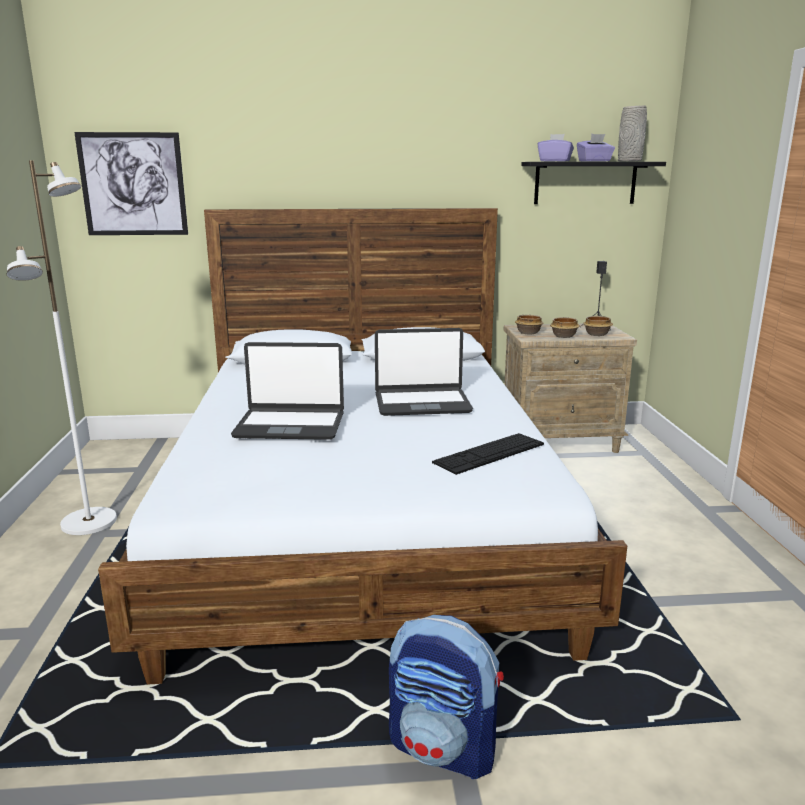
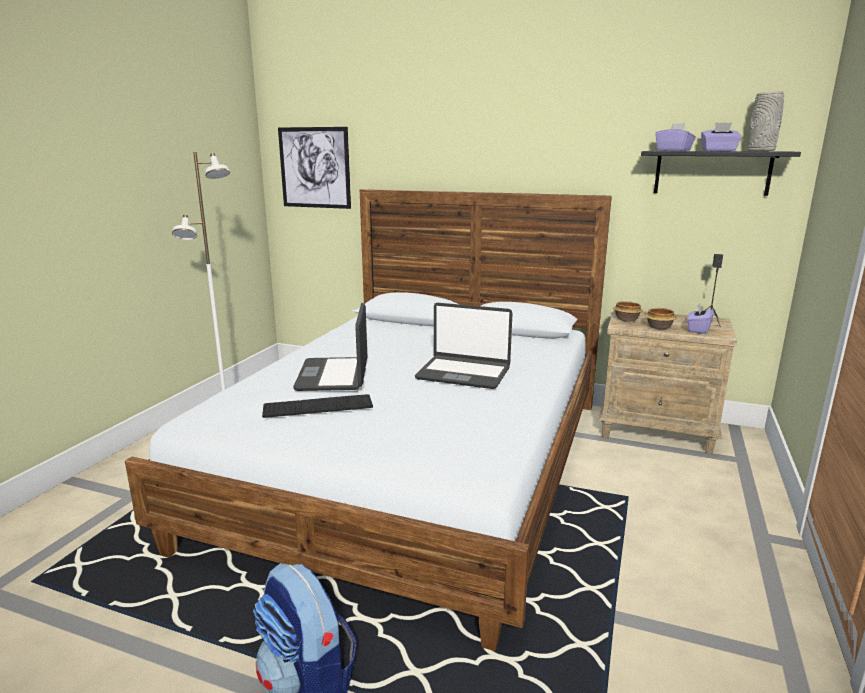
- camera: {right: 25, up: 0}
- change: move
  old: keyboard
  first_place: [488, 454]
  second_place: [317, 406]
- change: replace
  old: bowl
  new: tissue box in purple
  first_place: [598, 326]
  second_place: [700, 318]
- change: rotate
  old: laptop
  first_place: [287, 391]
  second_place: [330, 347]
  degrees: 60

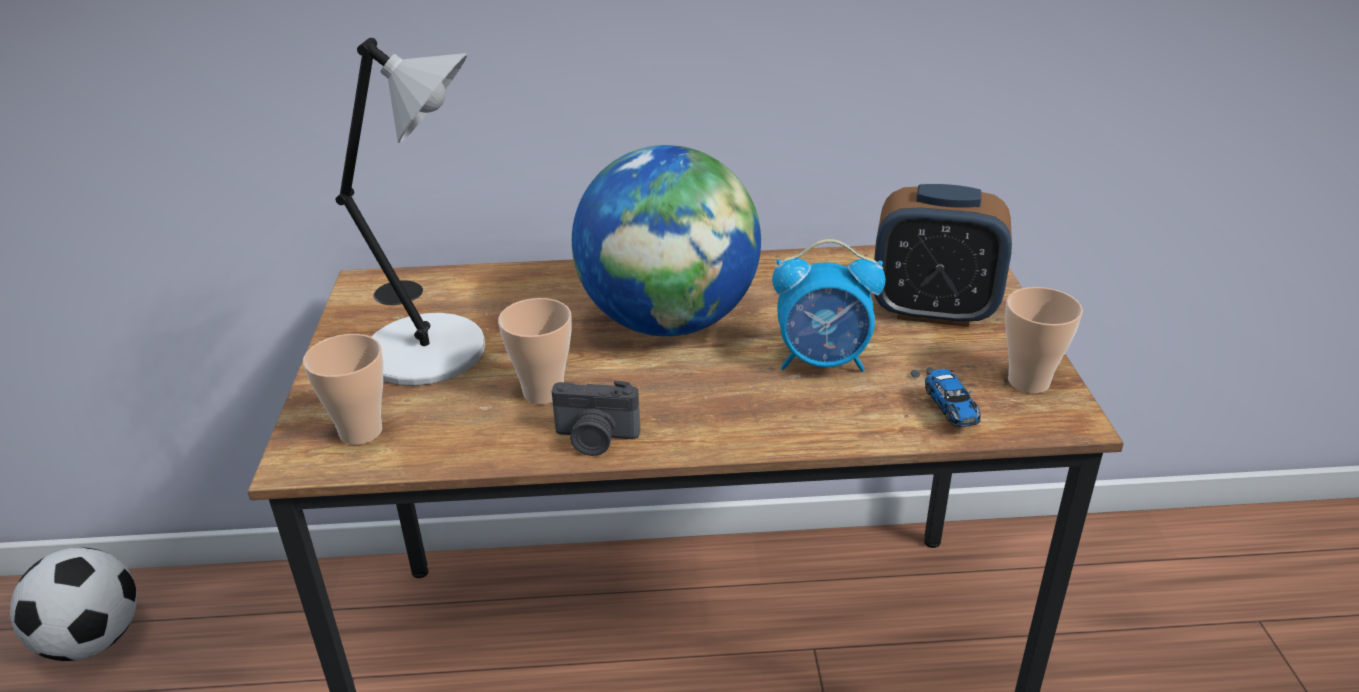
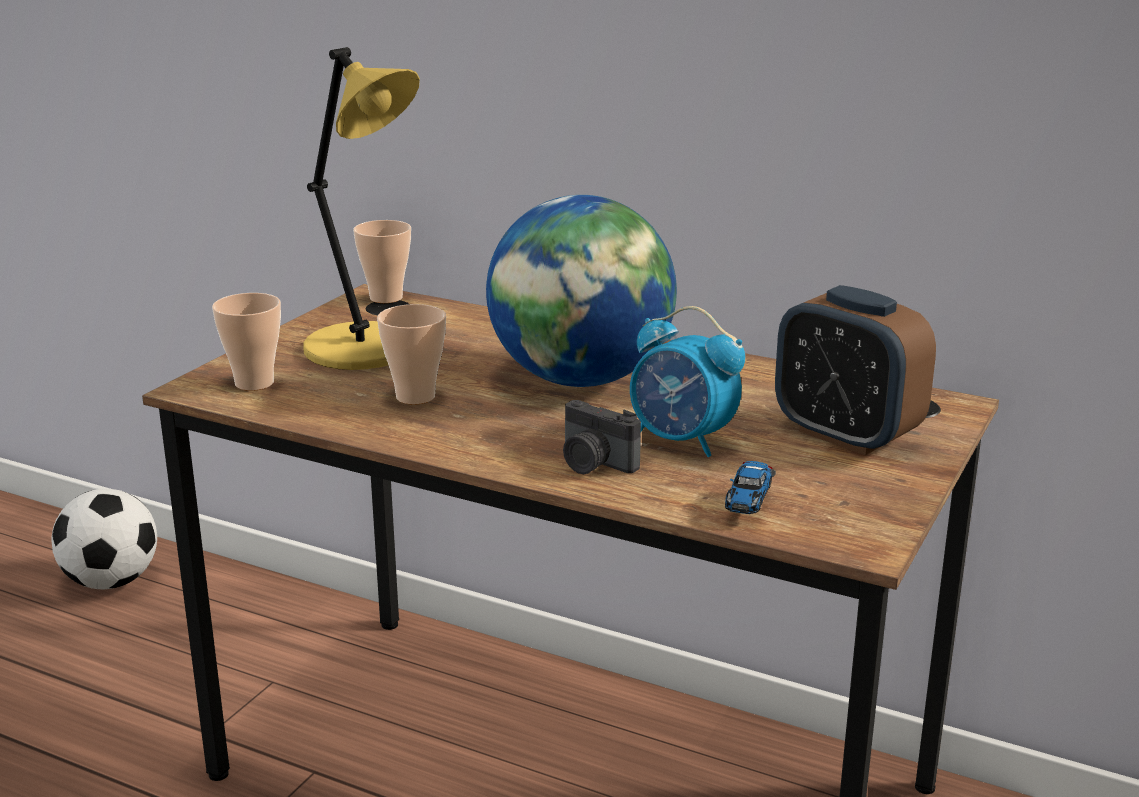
- camera: {right: 30, up: -10}
- change: move
  old: photo camera
  first_place: [596, 418]
  second_place: [602, 437]
- change: move
  old: cup
  first_place: [1044, 340]
  second_place: [382, 261]
- change: recolor
  old: table lamp in grey
  new: table lamp in yellow
  first_place: [410, 212]
  second_place: [361, 208]

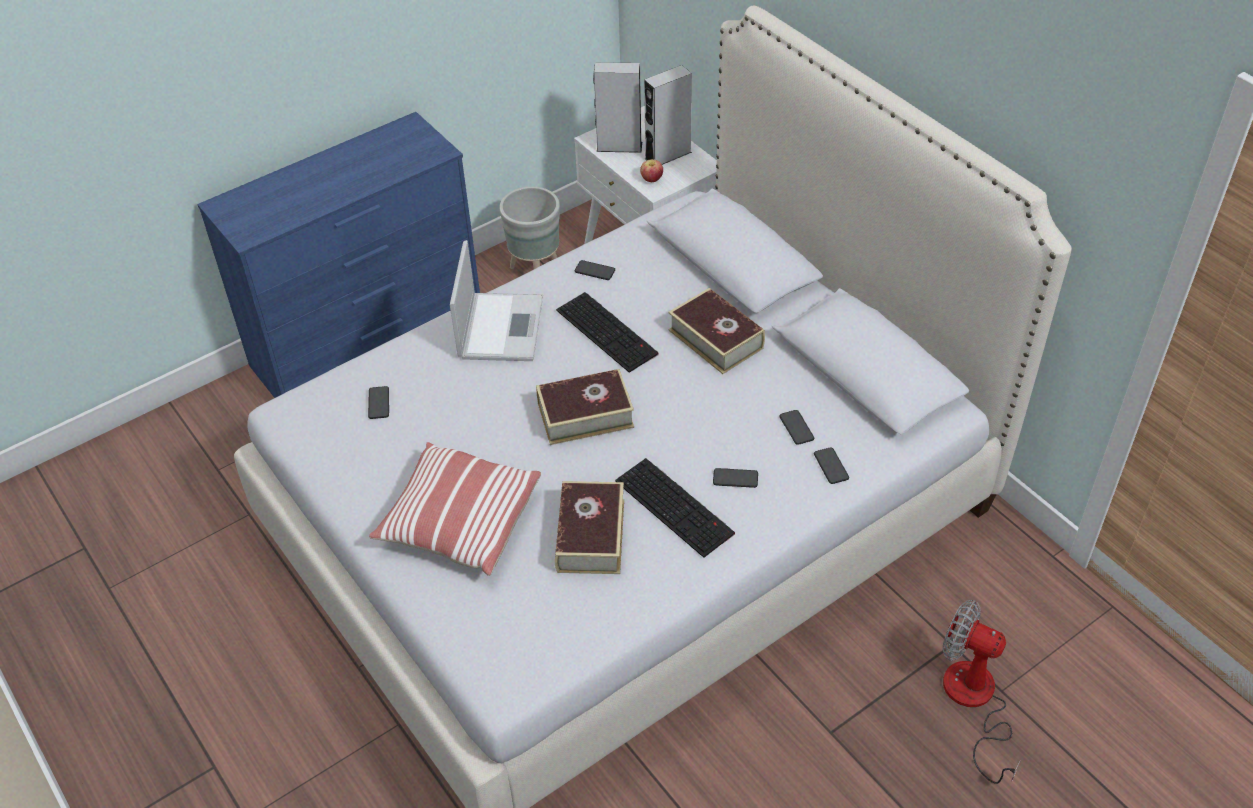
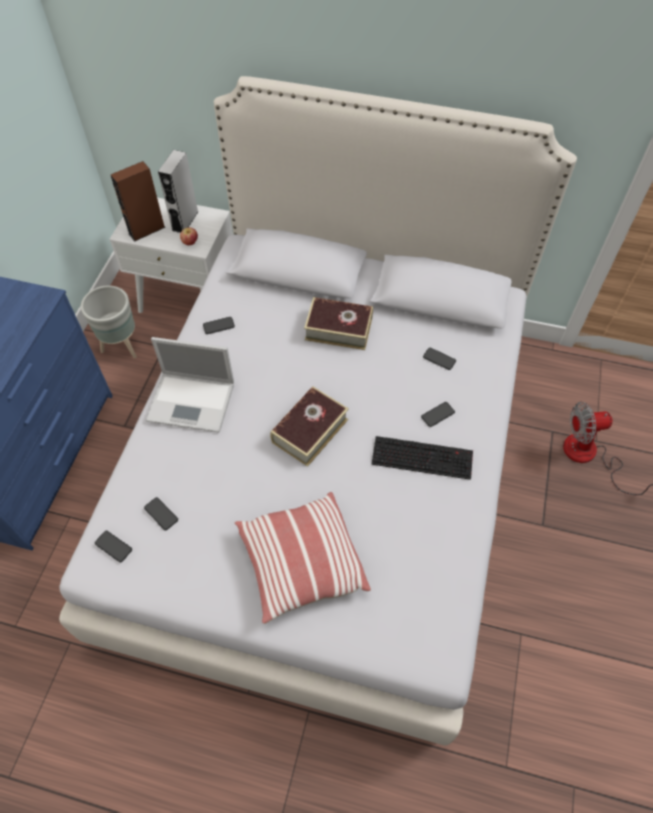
- camera: {right: -40, up: 10}
- change: delete
  old: book
  first_place: [589, 527]
- change: delete
  old: keyboard
  first_place: [607, 332]
- change: move
  old: phone
  first_place: [831, 466]
  second_place: [113, 546]
- change: recolor
  old: speaker in grey
  new: speaker in brown
  first_place: [617, 107]
  second_place: [138, 201]
- change: rotate
  old: laptop
  first_place: [496, 300]
  second_place: [190, 385]
  degrees: 135

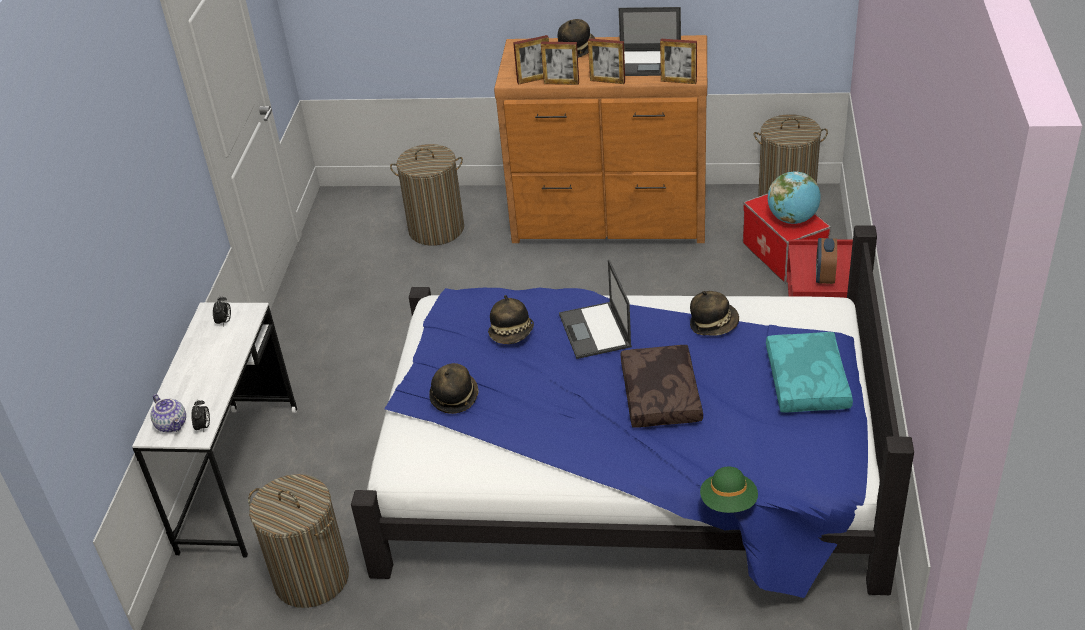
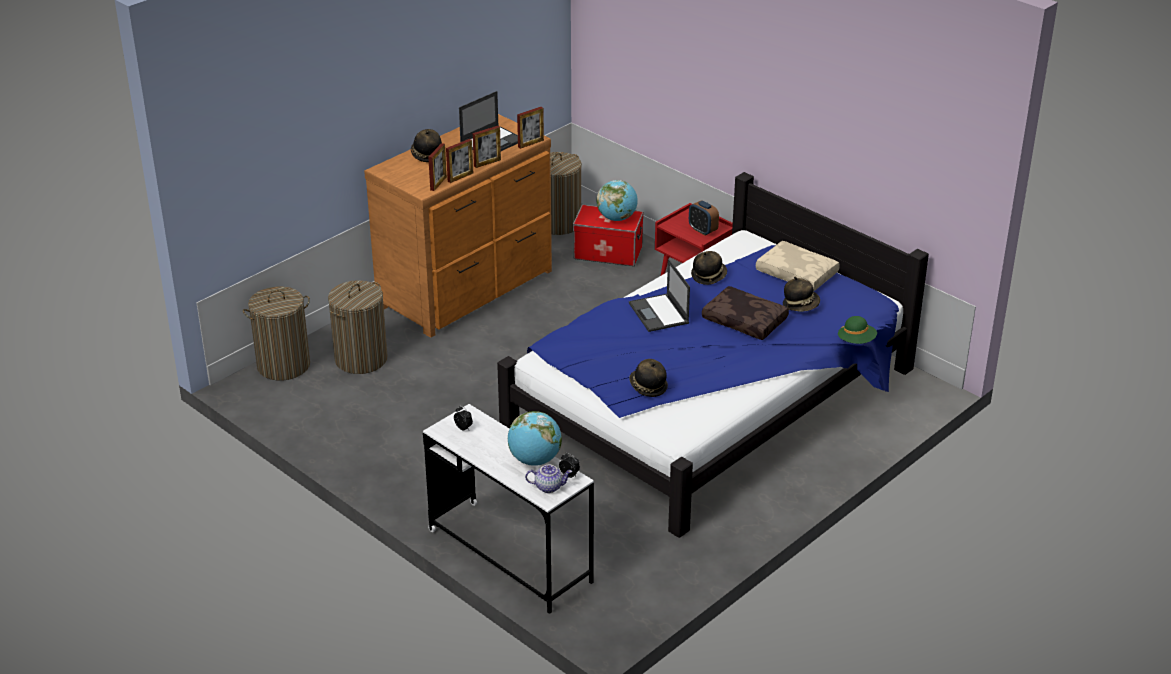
- camera: {right: -55, up: -5}
- change: insert
  new: globe
  second_place: [535, 438]
- change: move
  old: laundry basket
  first_place: [298, 541]
  second_place: [276, 333]
- change: move
  old: hat
  first_place: [511, 319]
  second_place: [801, 294]
- change: recolor
  old: pillow in turquoise
  new: pillow in beige
  first_place: [809, 372]
  second_place: [798, 266]
- change: rotate
  old: laptop
  first_place: [595, 309]
  second_place: [659, 295]
  degrees: 45

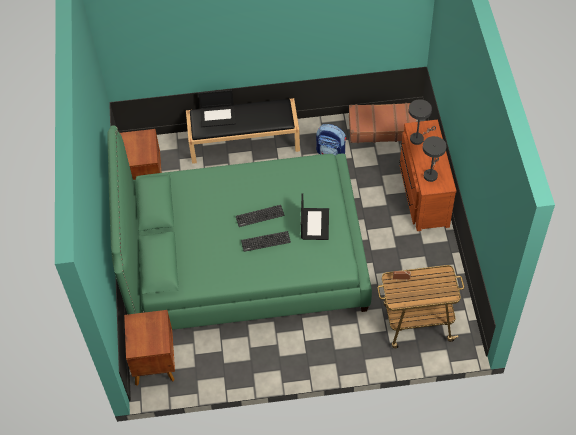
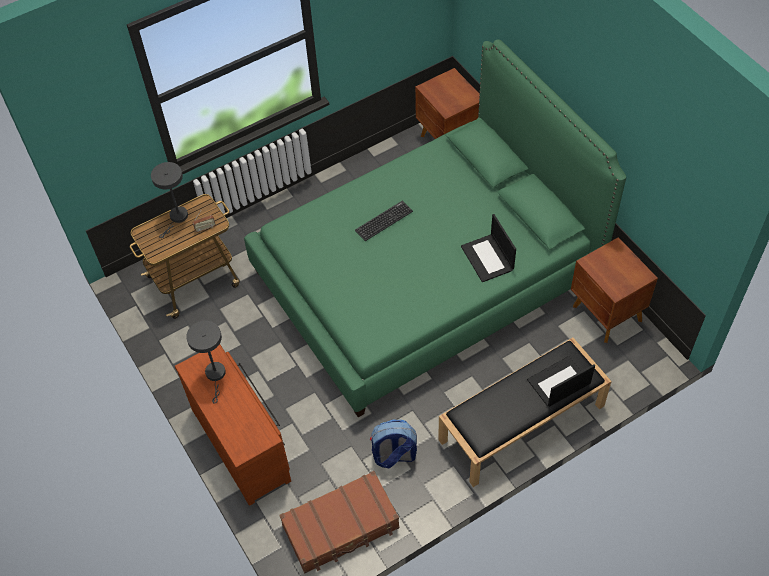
- camera: {right: 155, up: 0}
- change: delete
  old: keyboard
  first_place: [260, 216]
- change: move
  old: laptop
  first_place: [315, 216]
  second_place: [488, 248]
- change: move
  old: table lamp in grey
  first_place: [422, 122]
  second_place: [169, 200]

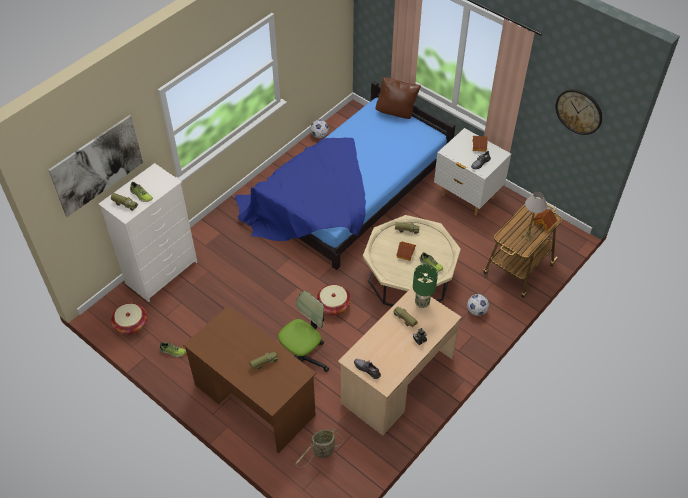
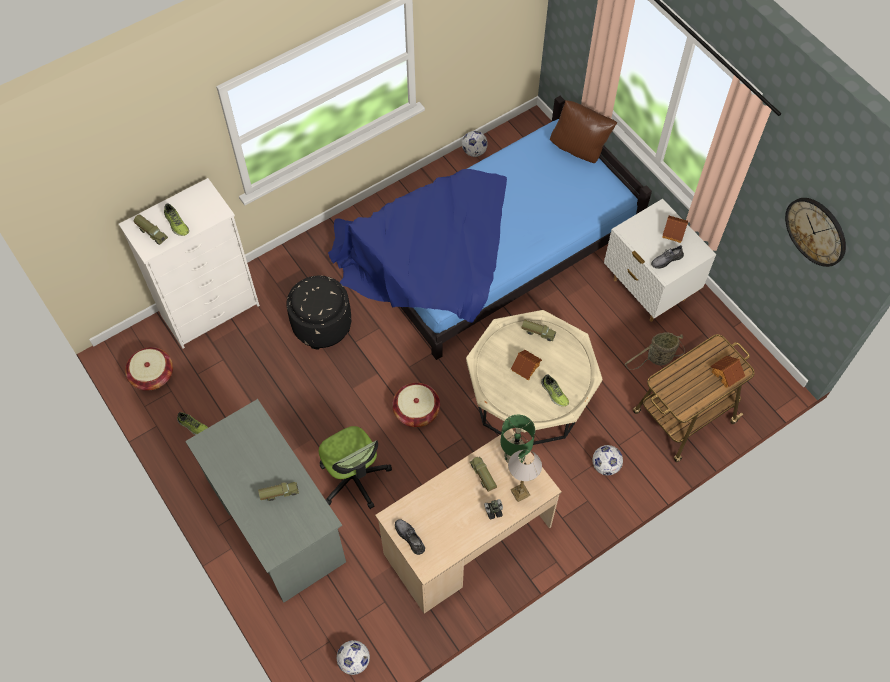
- camera: {right: 15, up: 10}
- change: delete
  old: picture
  first_place: [96, 166]
- change: insert
  new: ottoman in black
  second_place: [318, 312]
- change: insert
  new: football
  second_place: [353, 657]
- change: move
  old: basket
  first_place: [319, 448]
  second_place: [655, 351]
- change: move
  old: table lamp
  first_place: [534, 217]
  second_place: [525, 476]
- change: recolor
  old: desk in brown
  new: desk in grey
  first_place: [249, 379]
  second_place: [265, 501]
- change: rotate
  old: office chair
  first_place: [303, 331]
  second_place: [355, 467]
  degrees: 90

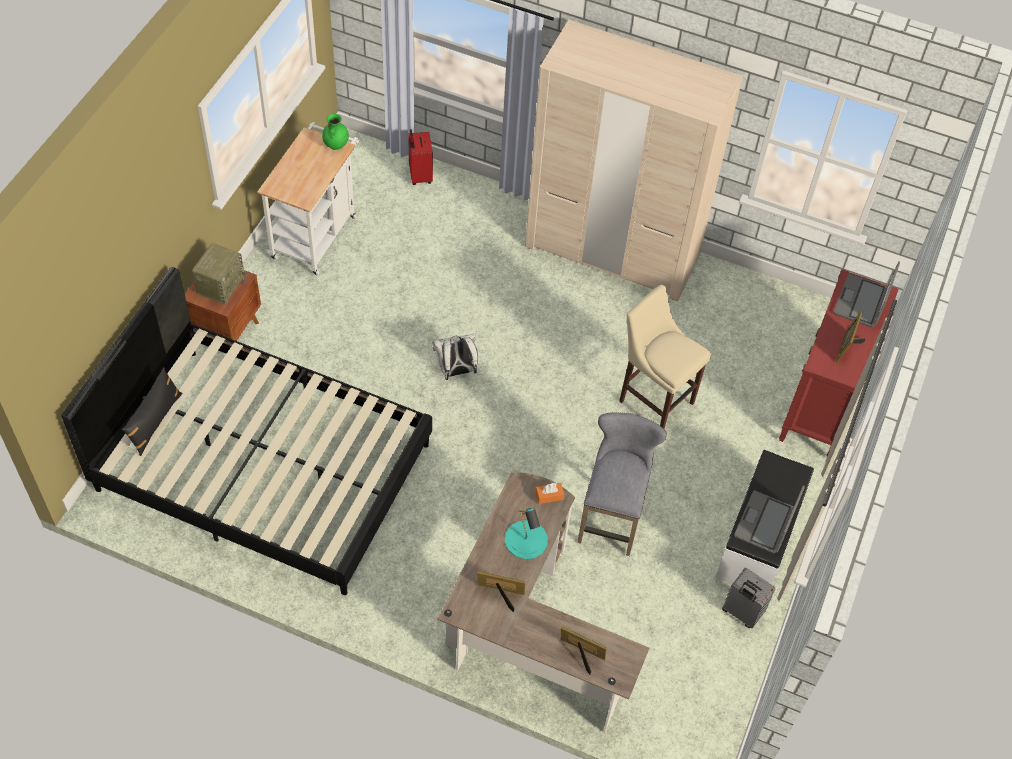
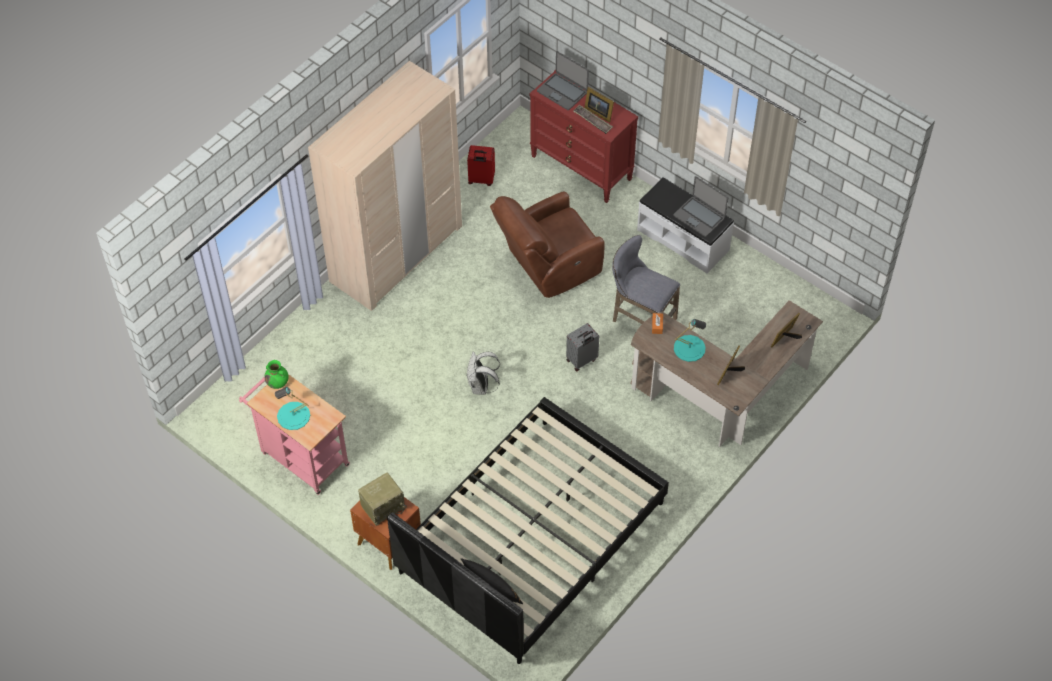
- camera: {right: -70, up: 0}
- change: insert
  new: table lamp in turquoise
  second_place: [292, 408]
- change: insert
  new: tray
  second_place: [593, 119]
- change: move
  old: suitcase in red
  first_place: [420, 157]
  second_place: [481, 165]
- change: move
  old: suitcase in grey
  first_place: [749, 598]
  second_place: [582, 347]
- change: replace
  old: stool in beige
  new: armchair in brown
  first_place: [665, 357]
  second_place: [547, 245]
- change: recolor
  old: cart in white
  new: cart in pink
  first_place: [308, 199]
  second_place: [294, 434]
- change: rotate
  old: radio
  first_place: [219, 274]
  second_place: [382, 499]
  degrees: 105

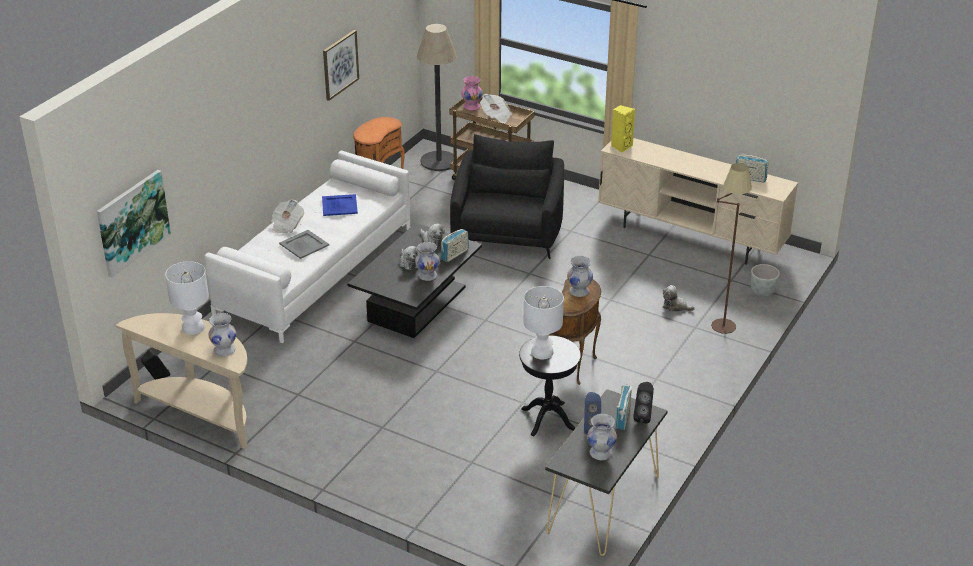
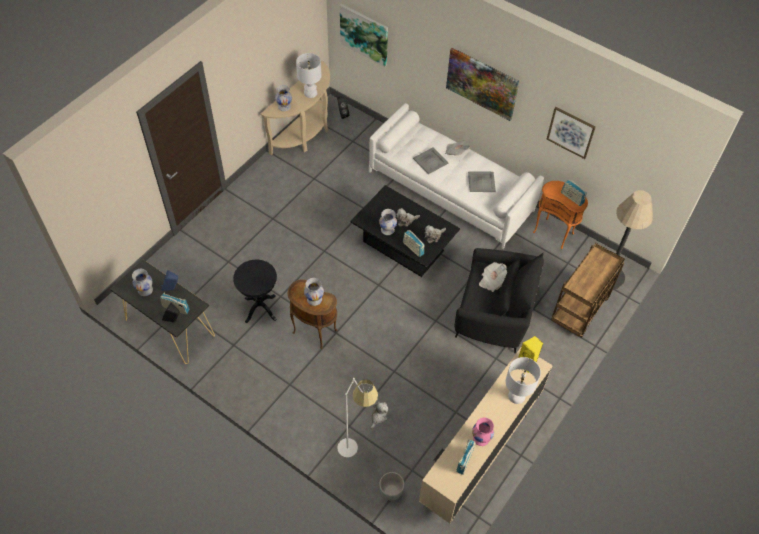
- camera: {right: 95, up: 20}
- change: insert
  new: picture
  second_place: [482, 84]
- change: insert
  new: radio
  second_place: [574, 193]
- change: move
  old: vase in pink
  first_place: [472, 93]
  second_place: [483, 432]
- change: move
  old: newspaper
  first_place: [496, 108]
  second_place: [493, 277]
- change: move
  old: table lamp in white
  first_place: [544, 322]
  second_place: [523, 380]
- change: recolor
  old: tray in blue
  new: tray in grey
  first_place: [340, 205]
  second_place: [482, 182]
- change: recolor
  old: floor lamp in brown
  new: floor lamp in white
  first_place: [731, 248]
  second_place: [357, 417]

